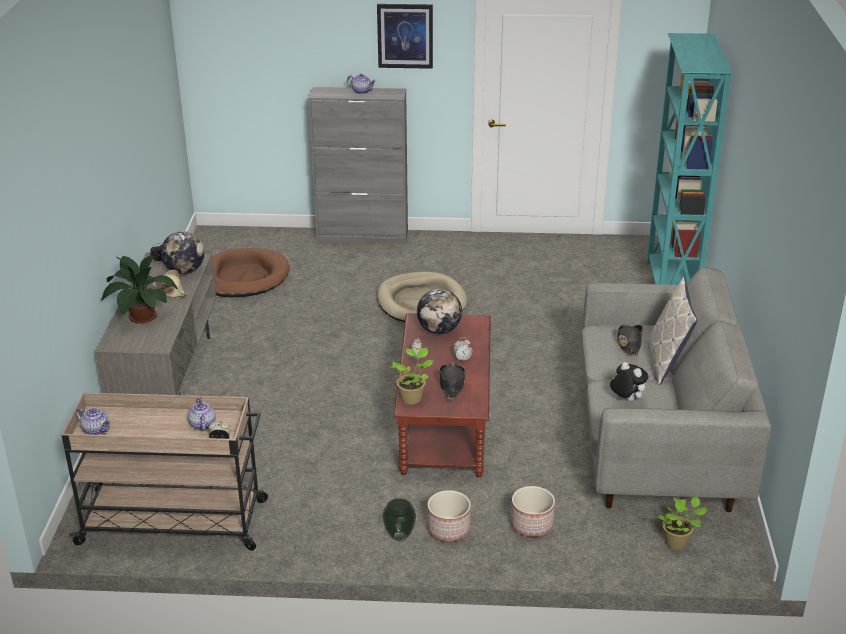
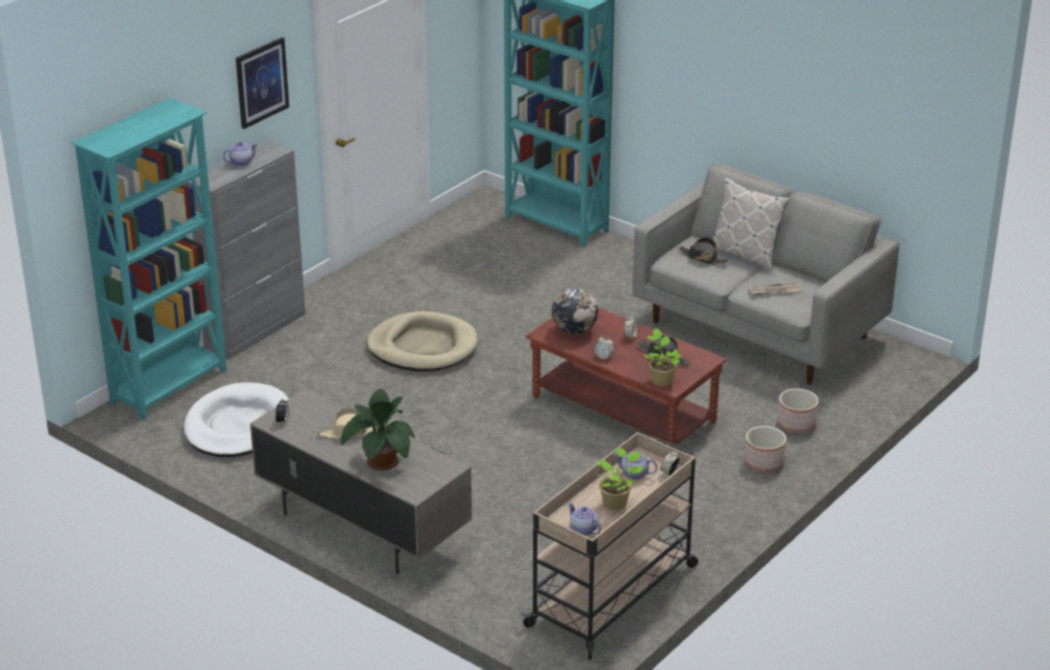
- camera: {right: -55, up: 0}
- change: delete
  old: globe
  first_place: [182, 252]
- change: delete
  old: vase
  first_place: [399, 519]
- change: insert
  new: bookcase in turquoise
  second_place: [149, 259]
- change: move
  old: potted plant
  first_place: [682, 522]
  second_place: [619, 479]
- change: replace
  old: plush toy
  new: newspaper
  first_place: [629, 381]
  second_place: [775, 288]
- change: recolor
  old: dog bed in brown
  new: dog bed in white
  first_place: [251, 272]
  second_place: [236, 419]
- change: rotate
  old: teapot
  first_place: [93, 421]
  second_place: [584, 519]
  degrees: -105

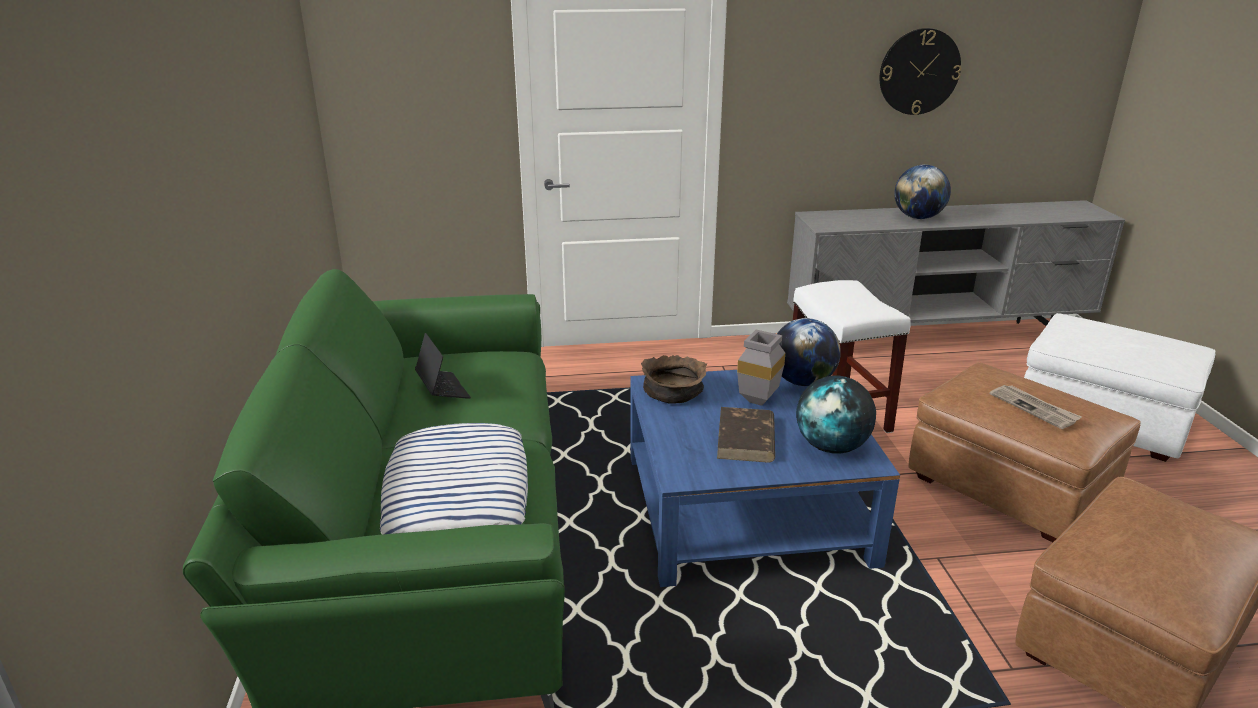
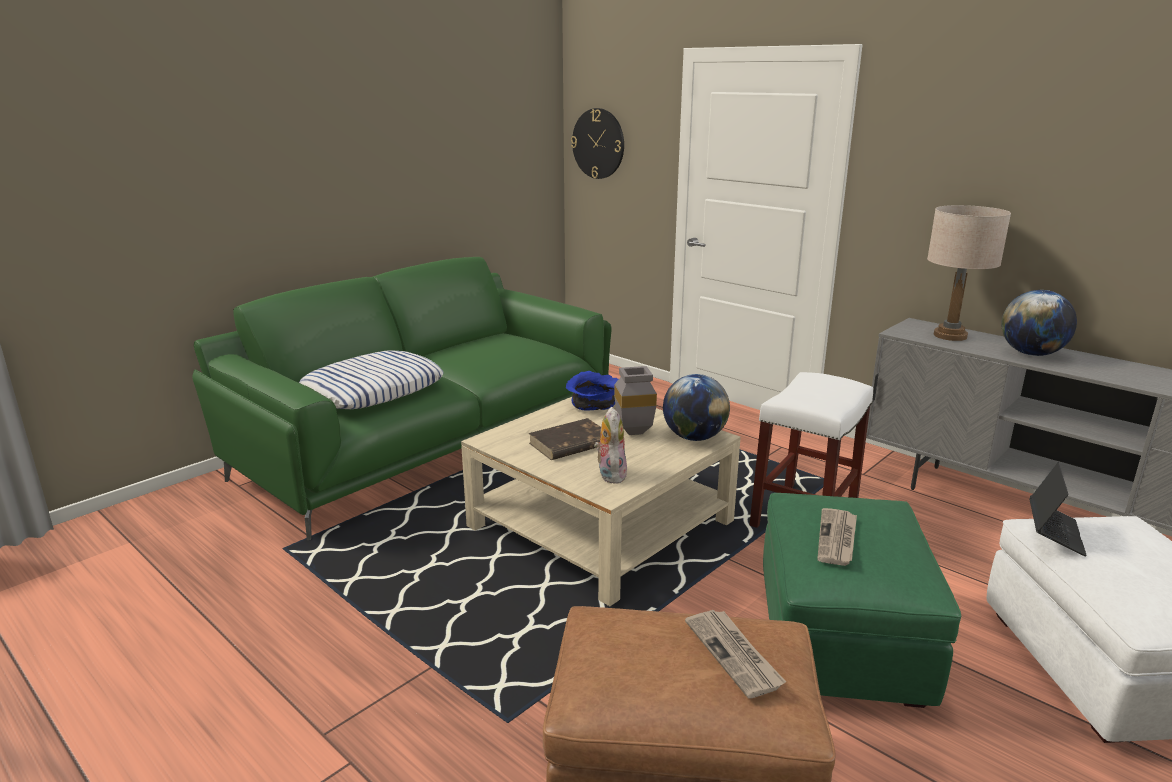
- camera: {right: 50, up: -5}
- change: insert
  new: newspaper
  second_place: [735, 654]
- change: insert
  new: table lamp in beige
  second_place: [969, 273]
- change: move
  old: laptop
  first_place: [443, 366]
  second_place: [1058, 510]
- change: move
  old: wall clock
  first_place: [920, 71]
  second_place: [597, 143]
- change: replace
  old: globe
  new: plush toy
  first_place: [836, 415]
  second_place: [610, 445]
- change: recolor
  old: coffee table in blue
  new: coffee table in beige
  first_place: [765, 478]
  second_place: [601, 501]
- change: recolor
  old: bowl in brown
  new: bowl in blue
  first_place: [674, 379]
  second_place: [592, 391]
- change: recolor
  old: ottoman in brown
  new: ottoman in green
  first_place: [1024, 452]
  second_place: [862, 600]

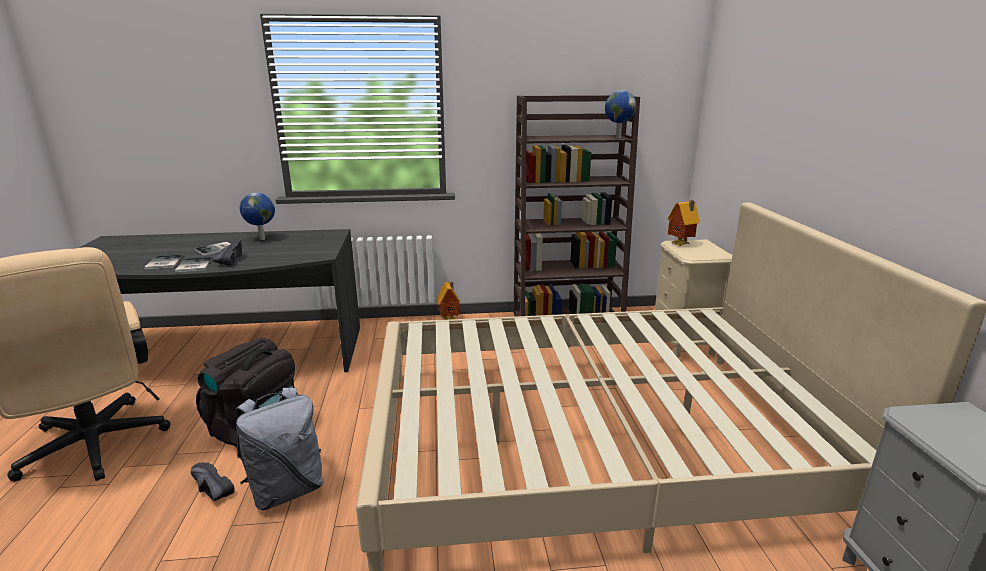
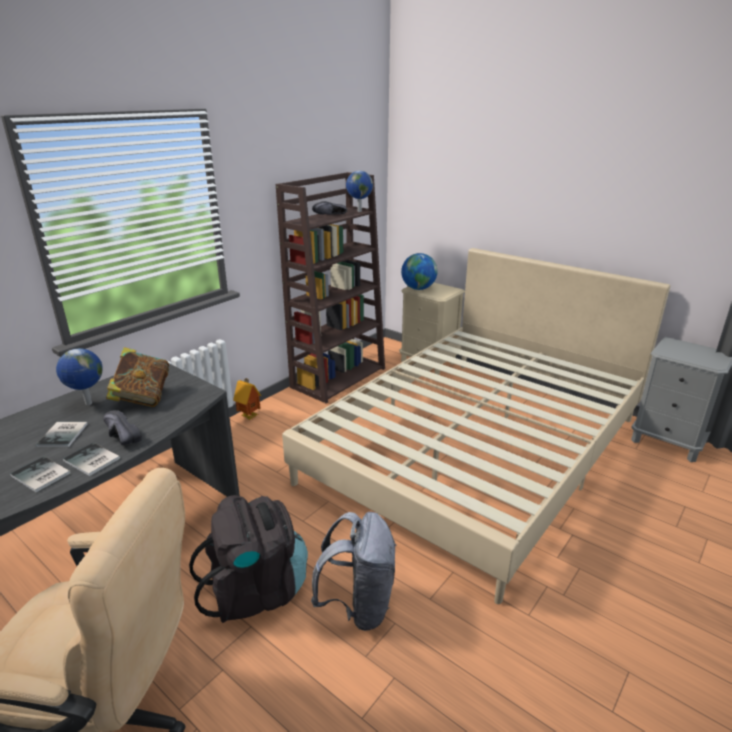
- camera: {right: -45, up: 5}
- change: insert
  new: book
  second_place: [137, 377]
- change: move
  old: shoe in black
  first_place: [213, 481]
  second_place: [329, 208]
- change: replace
  old: toy house
  new: globe
  first_place: [684, 223]
  second_place: [419, 271]

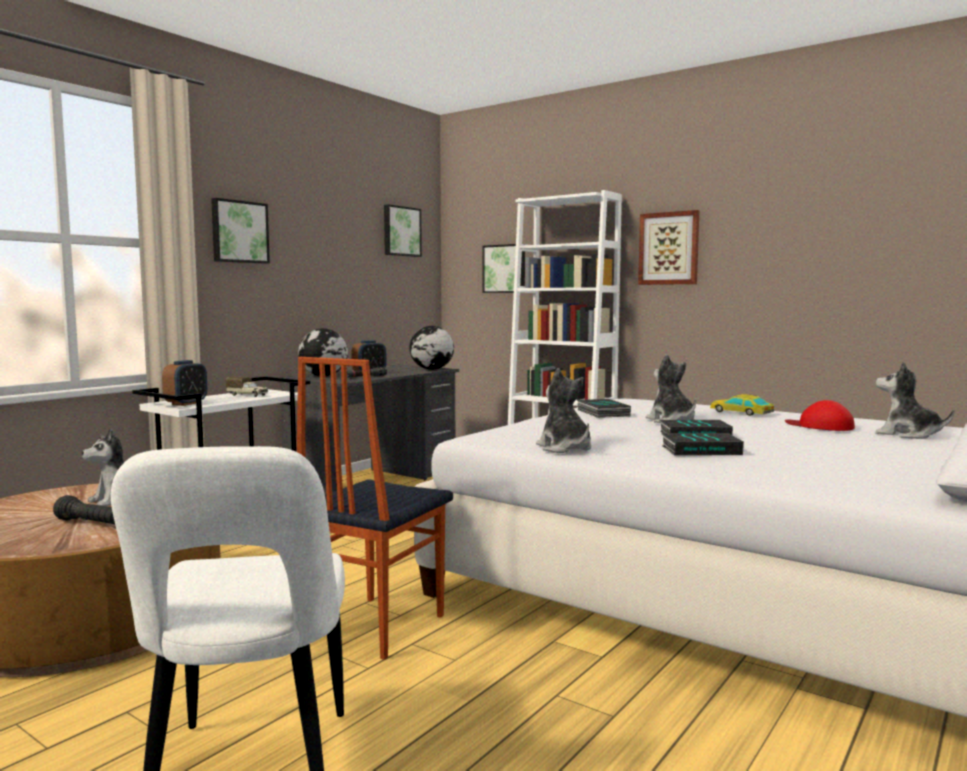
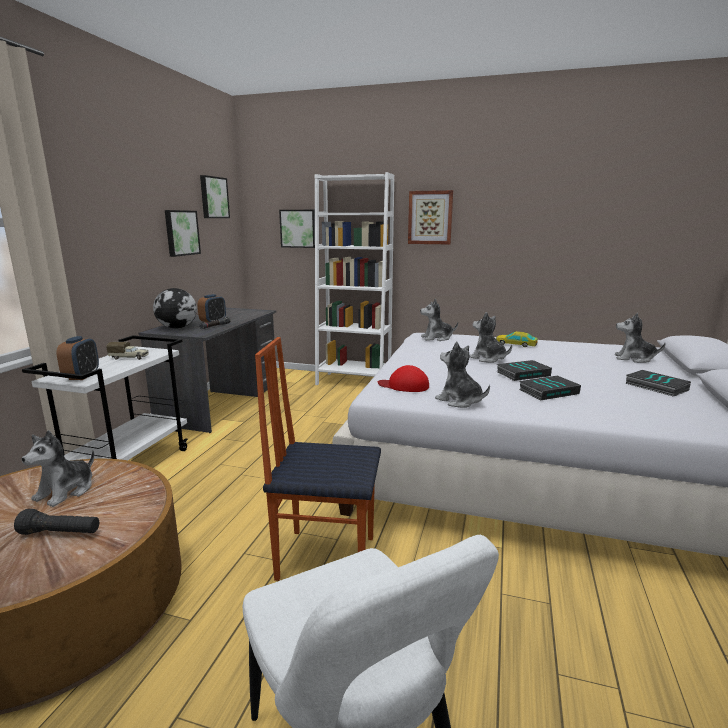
- camera: {right: -20, up: 10}
- change: delete
  old: globe
  first_place: [431, 348]
- change: insert
  new: plush toy
  second_place: [439, 320]
- change: move
  old: picture
  first_place: [240, 231]
  second_place: [183, 233]
- change: move
  old: book
  first_place: [604, 408]
  second_place: [658, 383]
- change: move
  old: cap in red
  first_place: [820, 415]
  second_place: [403, 378]
- change: rotate
  old: chair
  first_place: [375, 508]
  second_place: [318, 459]
  degrees: 90

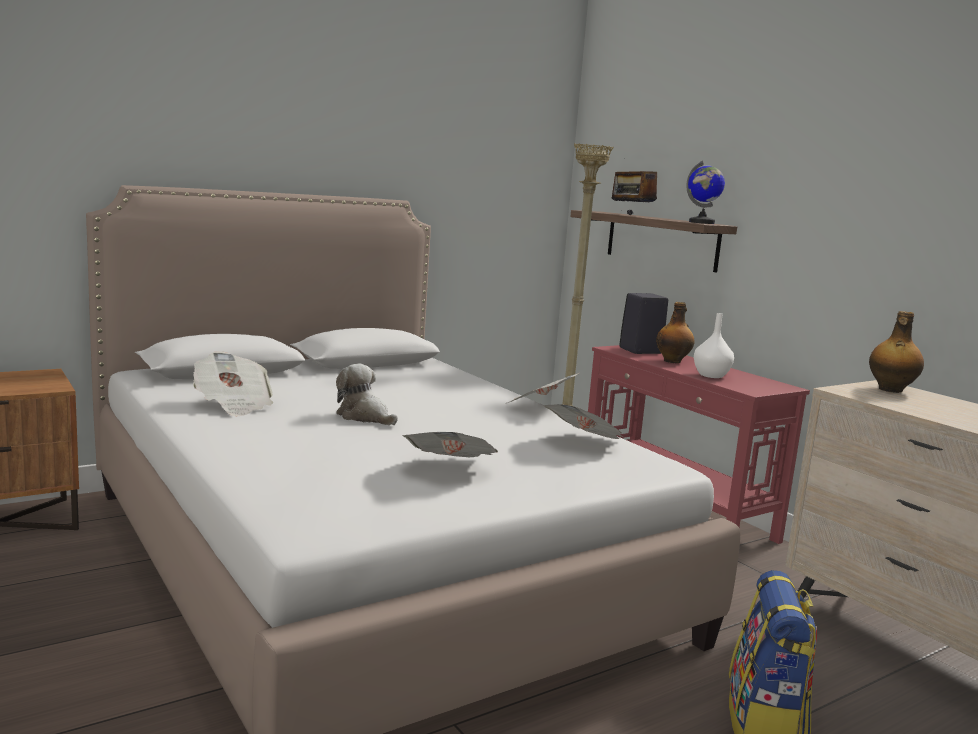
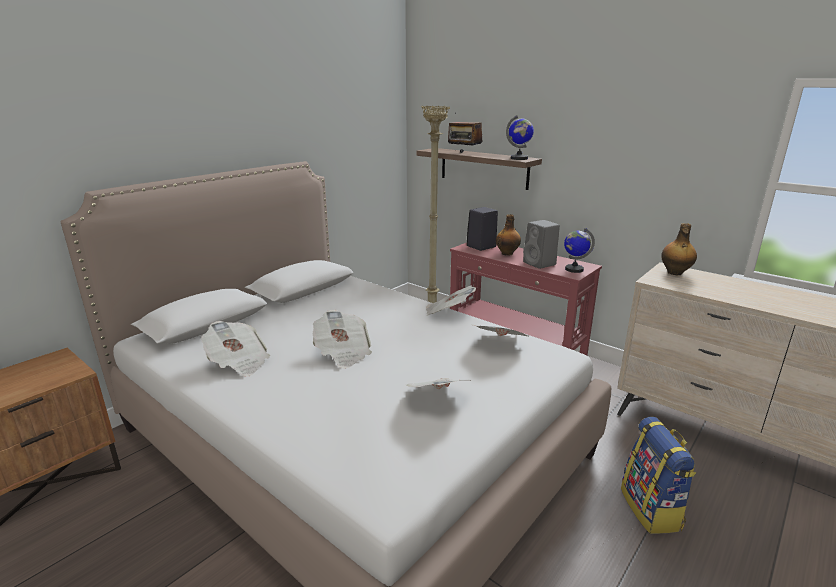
- camera: {right: -15, up: 10}
- change: insert
  new: globe
  second_place: [579, 250]
- change: replace
  old: plush toy
  new: newspaper
  first_place: [367, 394]
  second_place: [342, 339]
- change: replace
  old: vase in white
  new: speaker in grey
  first_place: [714, 345]
  second_place: [541, 244]

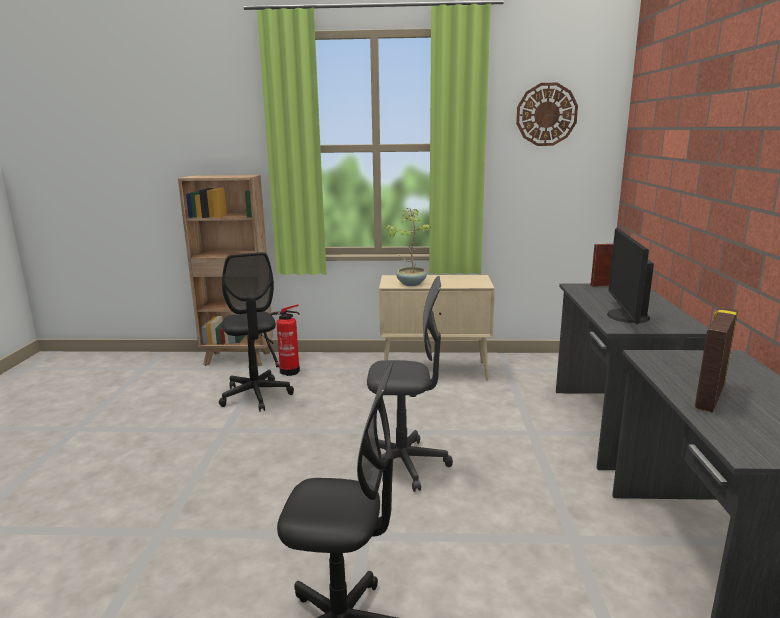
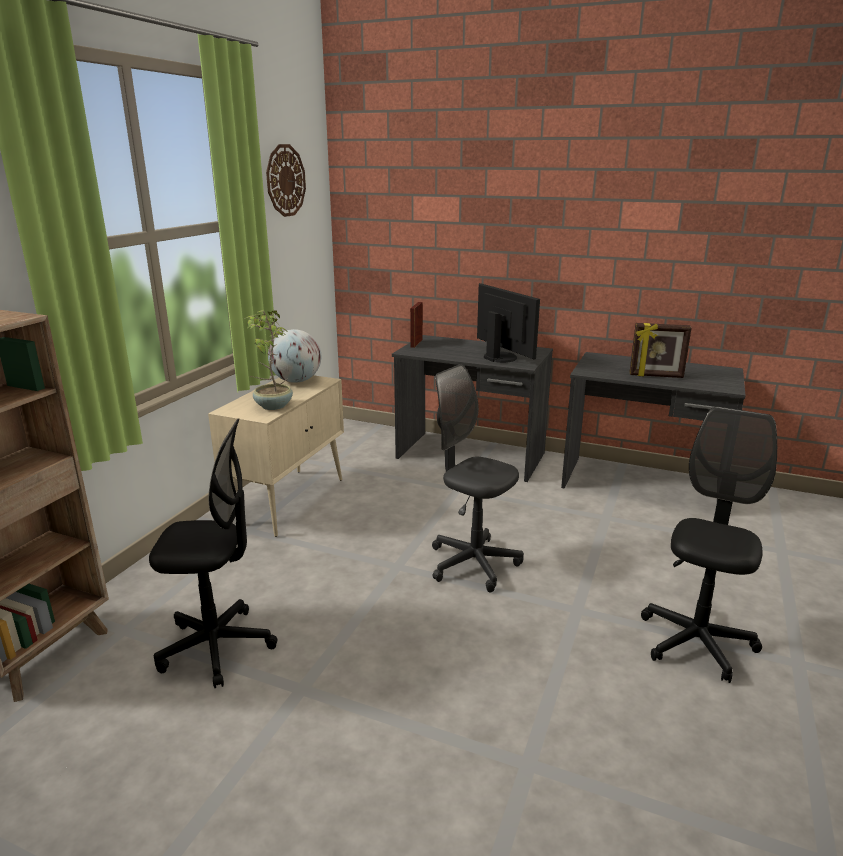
- camera: {right: -70, up: 5}
- change: delete
  old: fire extinguisher
  first_place: [282, 340]
- change: insert
  new: globe
  second_place: [294, 356]
- change: rotate
  old: office chair in grey
  first_place: [410, 384]
  second_place: [478, 478]
  degrees: -75
- change: rotate
  old: monitor
  first_place: [630, 276]
  second_place: [508, 323]
  degrees: -150
- change: rotate
  old: picture frame
  first_place: [716, 360]
  second_place: [661, 350]
  degrees: -45

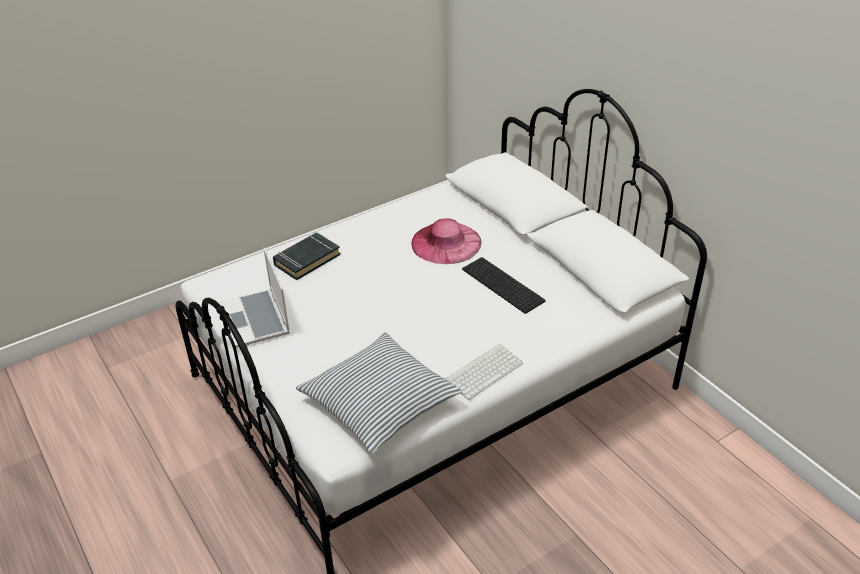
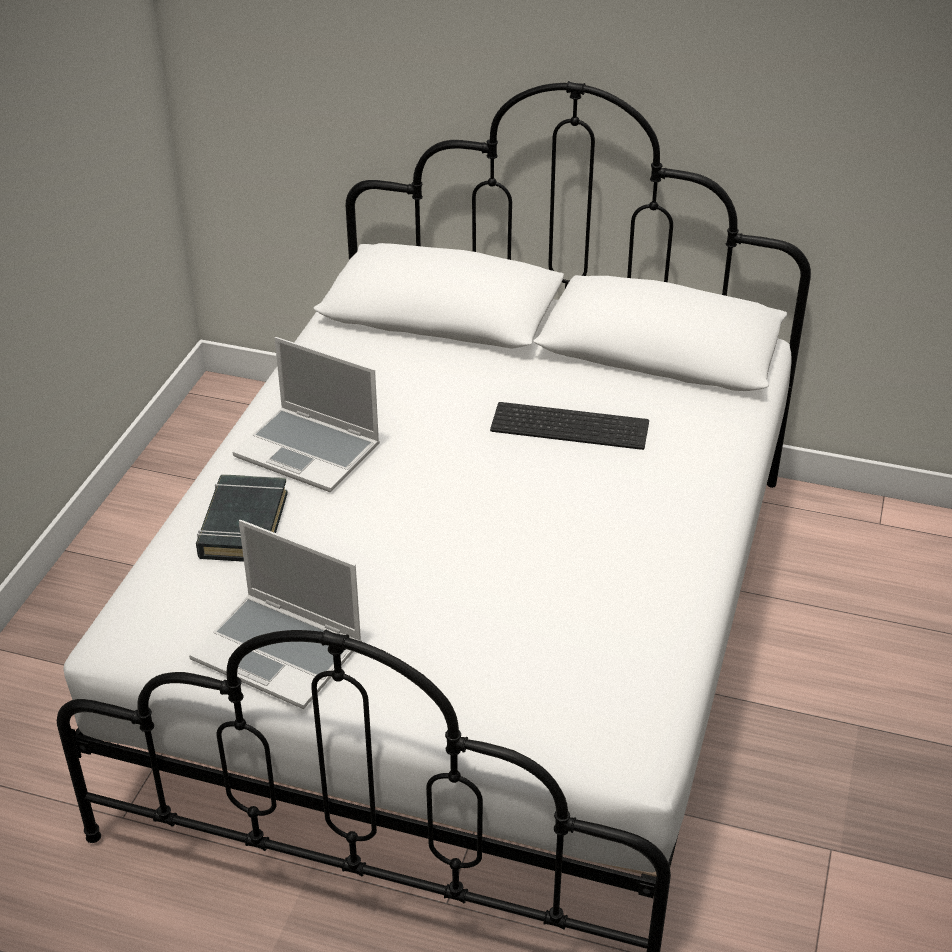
- camera: {right: -40, up: 0}
- change: delete
  old: pillow
  first_place: [379, 393]
- change: delete
  old: hat in pink
  first_place: [446, 241]
- change: delete
  old: keyboard
  first_place: [484, 372]
- change: insert
  new: laptop
  second_place: [306, 414]

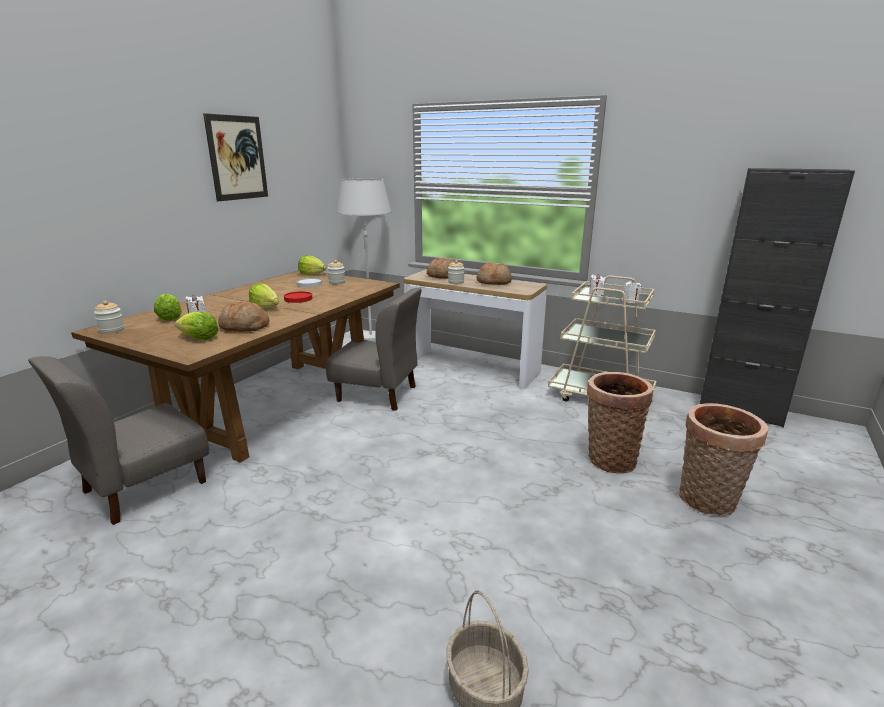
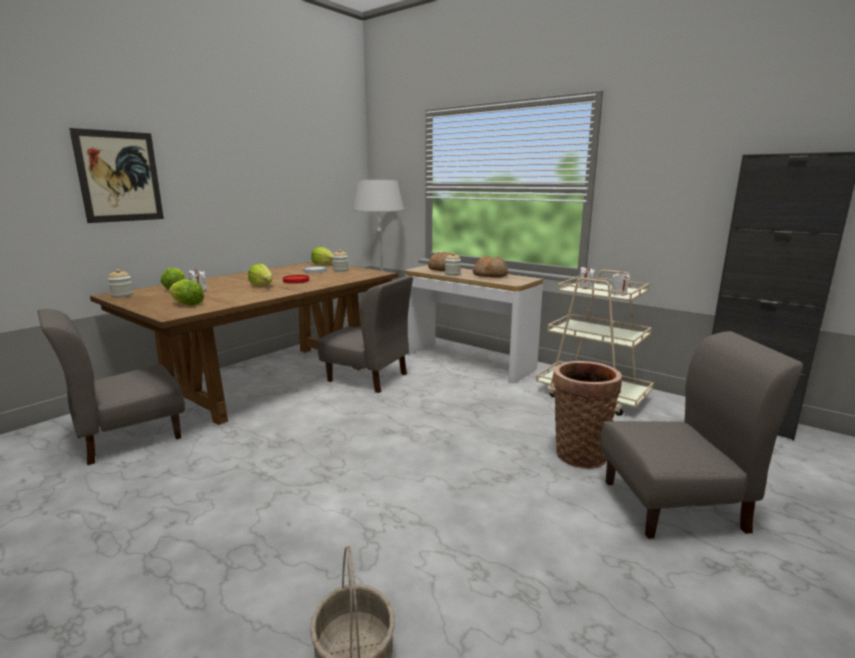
- camera: {right: 10, up: -5}
- change: delete
  old: bread
  first_place: [243, 316]
- change: move
  old: picture
  first_place: [235, 157]
  second_place: [116, 175]
- change: replace
  old: basket
  new: chair in grey
  first_place: [723, 459]
  second_place: [701, 435]

